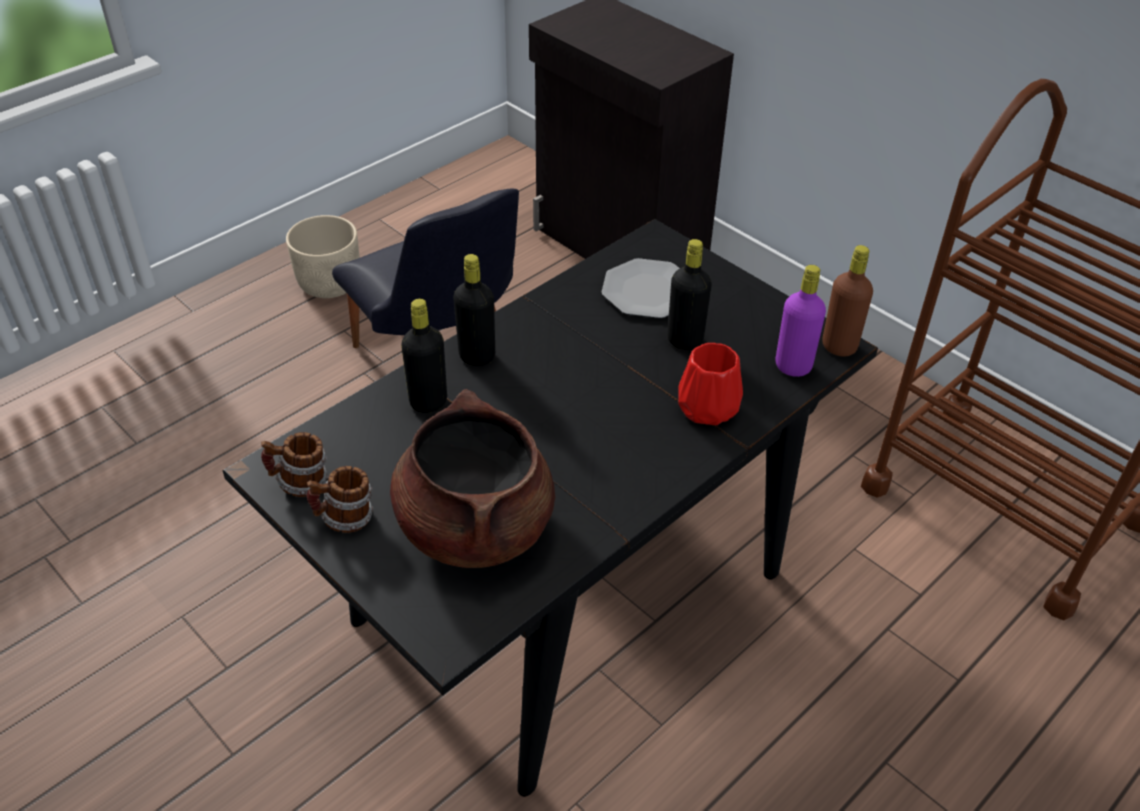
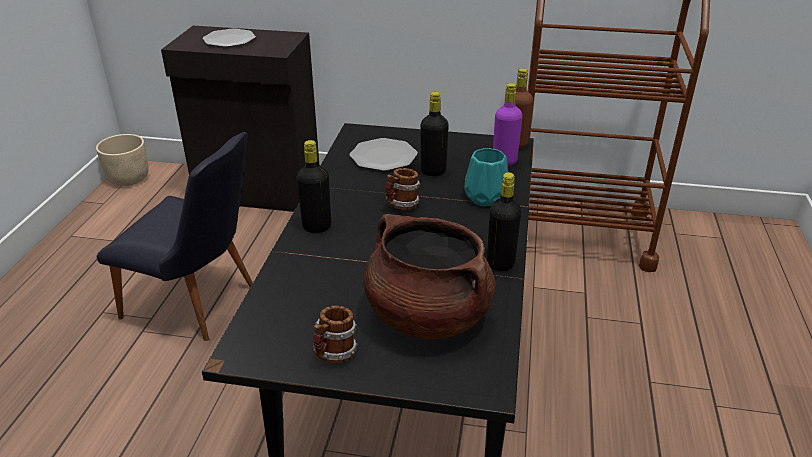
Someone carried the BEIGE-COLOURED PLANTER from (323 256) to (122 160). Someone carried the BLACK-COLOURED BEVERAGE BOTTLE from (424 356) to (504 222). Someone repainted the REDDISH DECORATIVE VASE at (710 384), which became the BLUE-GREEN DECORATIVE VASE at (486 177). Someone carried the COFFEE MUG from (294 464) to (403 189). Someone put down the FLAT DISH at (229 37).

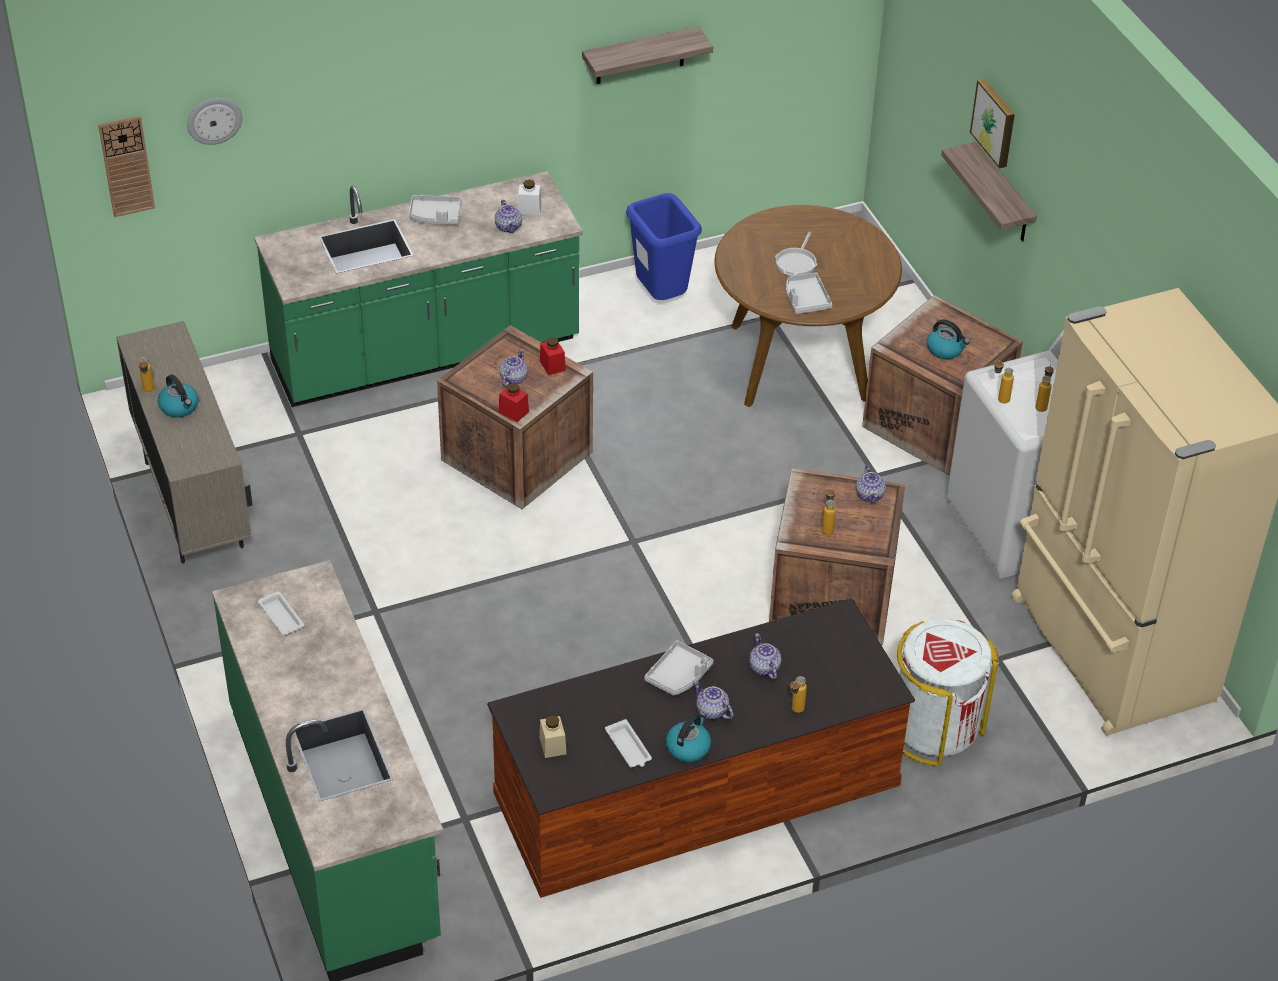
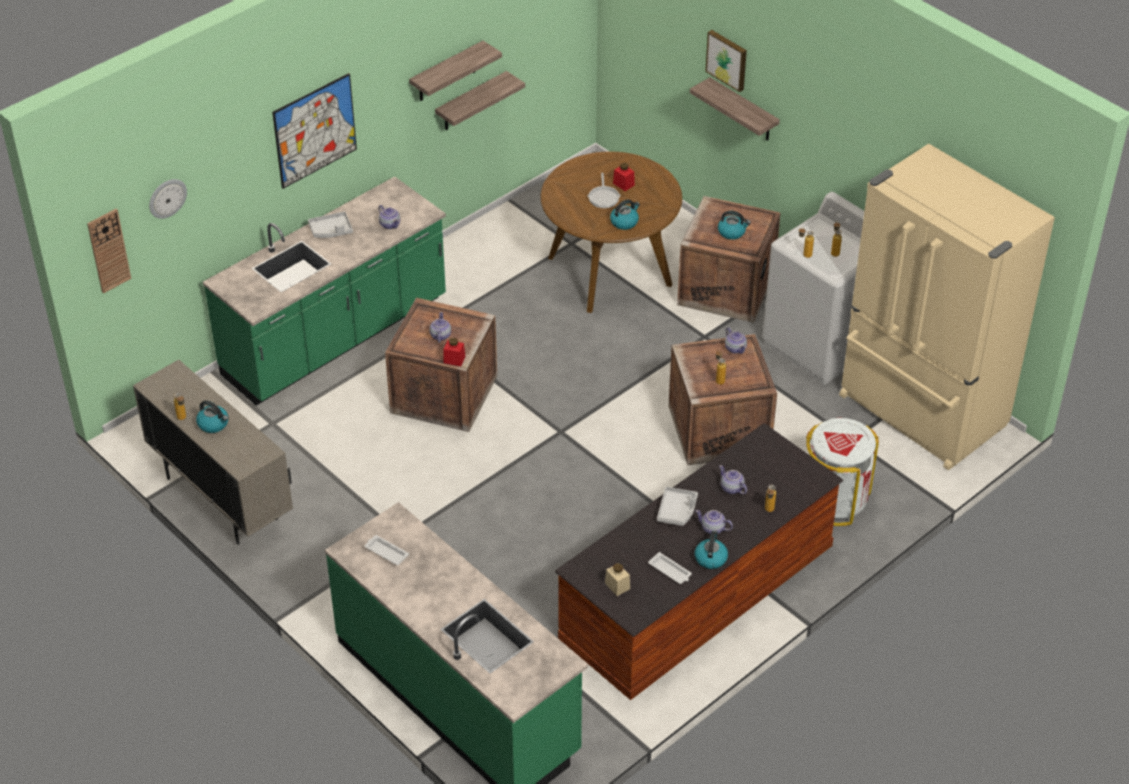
Someone took away the WHITE-COLOURED PRESERVE JAR at (529 197). Someone took away the BLUISH TRASH CAN at (664 246). Someone swapped the GREYISH TRAY at (809 293) for the KETTLE at (625 215). Someone carried the REDDISH PRESERVE JAR from (553 356) to (624 177). Someone put up the WALL SHELF at (480 100). Someone put up the WALL PICTURE at (314 131).

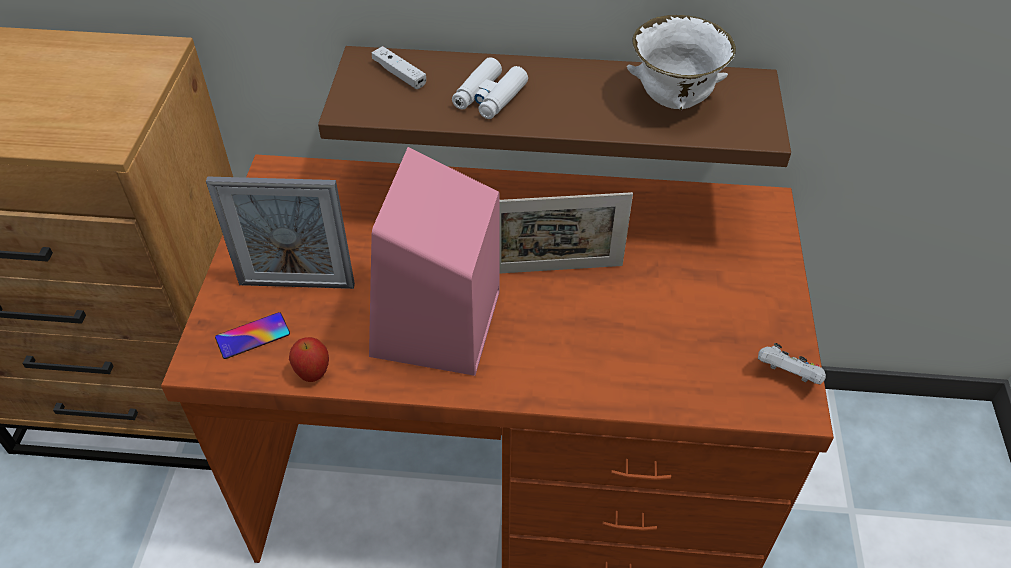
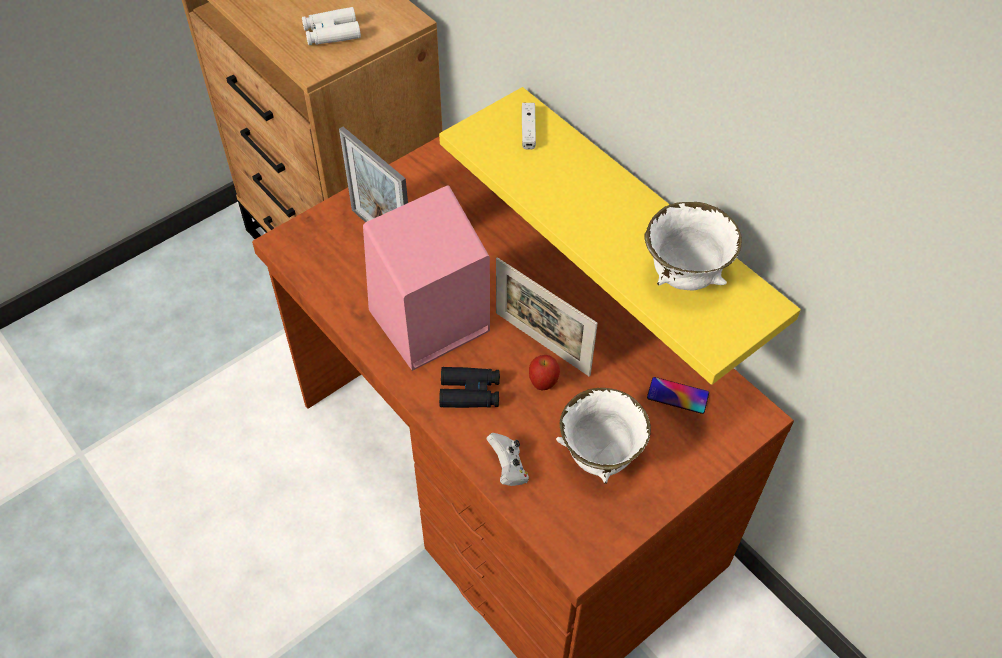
Someone repainted the BROWN WALL SHELF at (554 106), which became the YELLOW WALL SHELF at (620 236). Someone carried the WHITE-COLOURED BINOCULARS from (490 88) to (331 26). Someone carried the PHONE from (252 335) to (678 395). Someone carried the WHOLE APPLE from (309 359) to (544 372). Someone carried the WHITE-COLOURED GAME CONTROLLER from (792 364) to (507 459). Someone put down the BLACK-COLOURED BINOCULARS at (469 387). Someone put down the WHITE-COLOURED BOWL at (603 436).

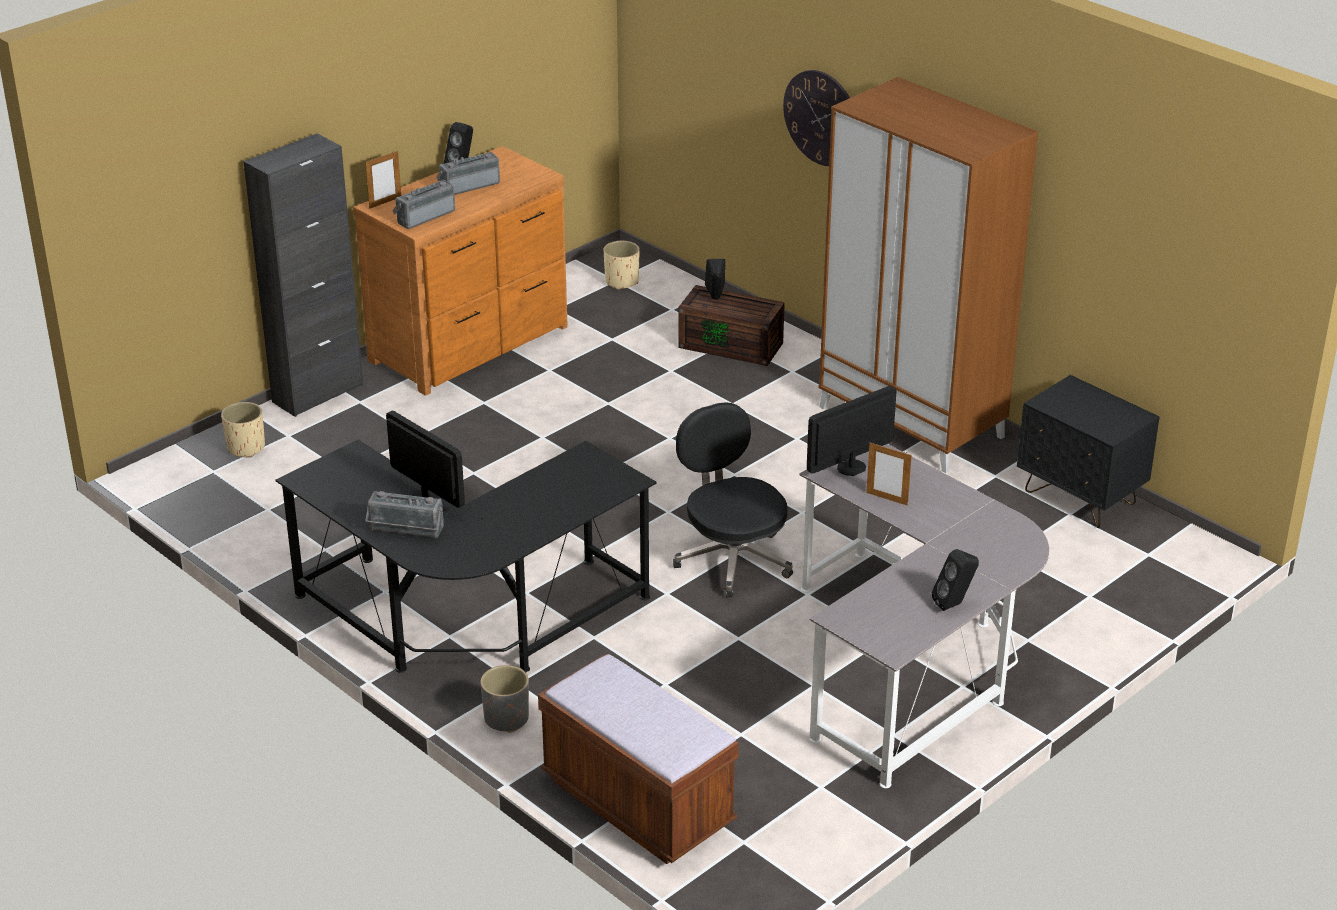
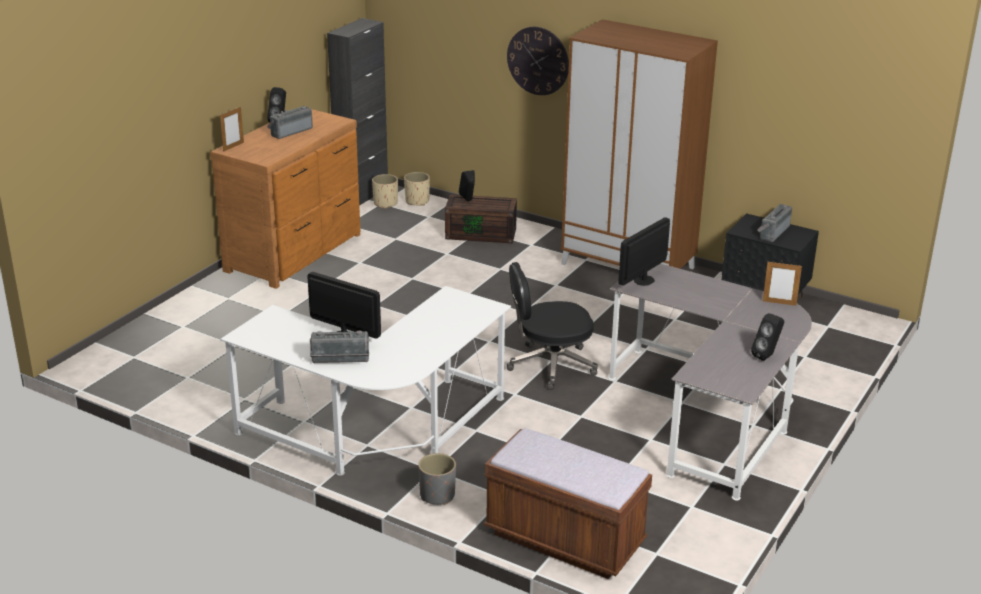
Someone carried the BLACK-COLOURED CABINET from (303 275) to (357 112). Someone carried the RADIO SET from (423 204) to (774 223). Someone carried the BEIGE-COLOURED PLANTER from (243 430) to (417 189). Someone rotated the BLACK-COLOURED DESK CHAIR at (733 500) by 60 degrees counterclockwise. Someone repainted the BLACK-COLOURED DESK at (466 556), which became the WHITE-COLOURED DESK at (365 381). Someone carried the PHOTO FRAME from (889 474) to (782 283).

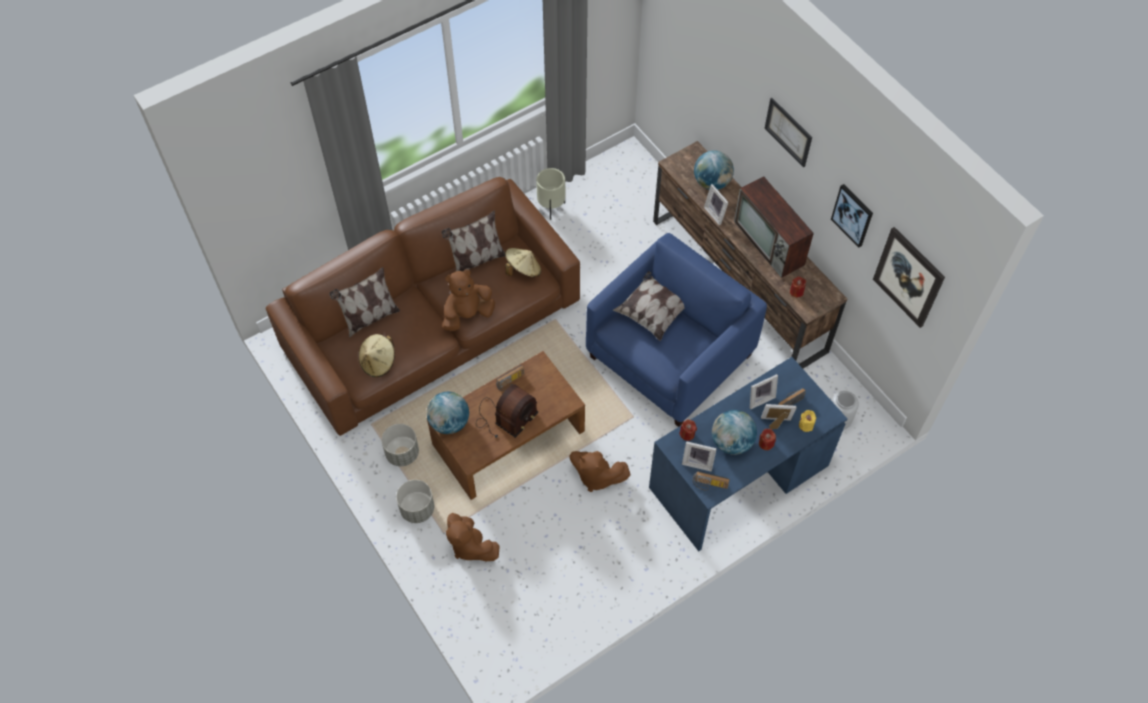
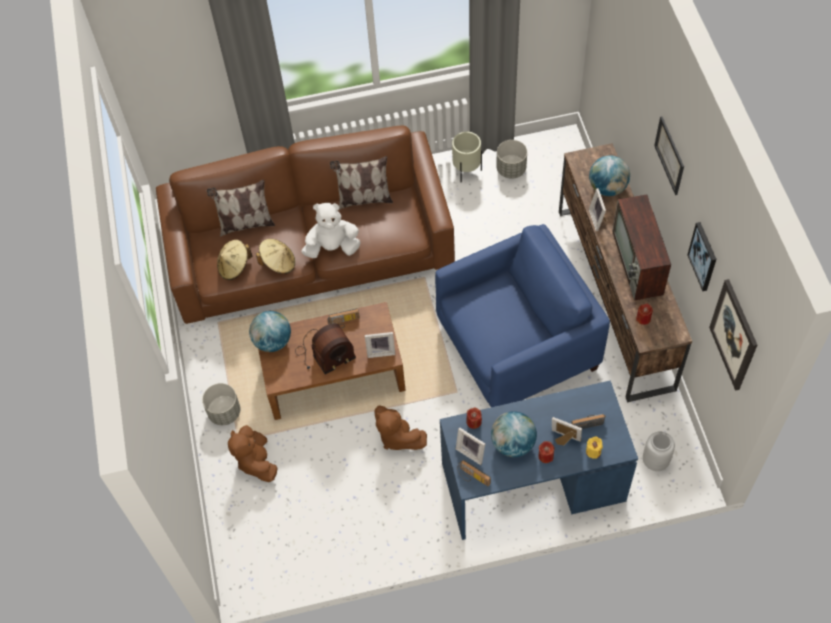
Someone carried the BEIGE-COLOURED WEARABLE HAT from (523 262) to (275 256). Someone repainted the BROWN PLUSH TOY at (468 300), which became the WHITE-COLOURED PLUSH TOY at (331 231). Someone took away the THROW PILLOW at (649 306). Someone carried the PHOTO FRAME from (764 391) to (380 345). Someone carried the GREYISH PLANTER from (400 445) to (511 159).

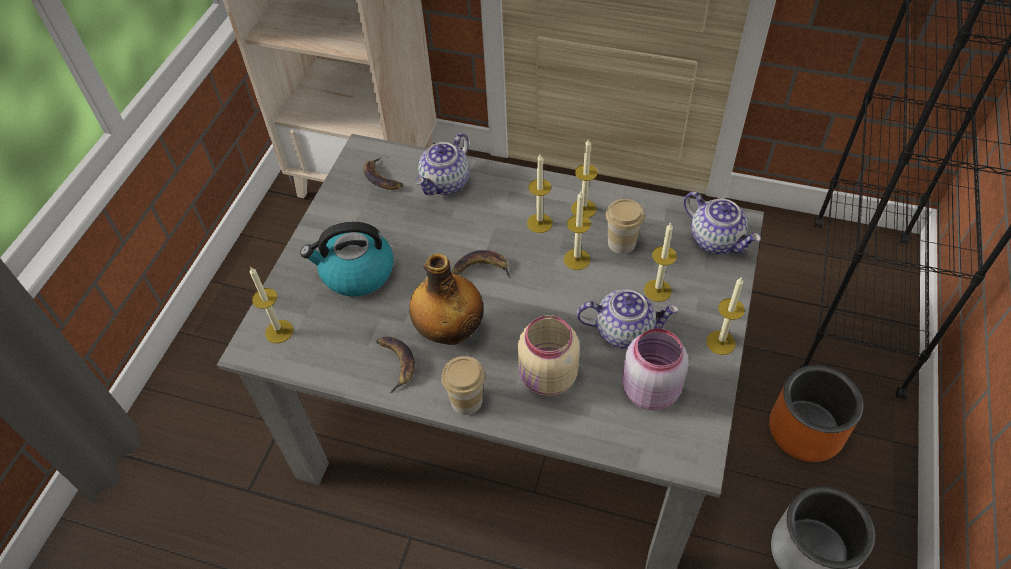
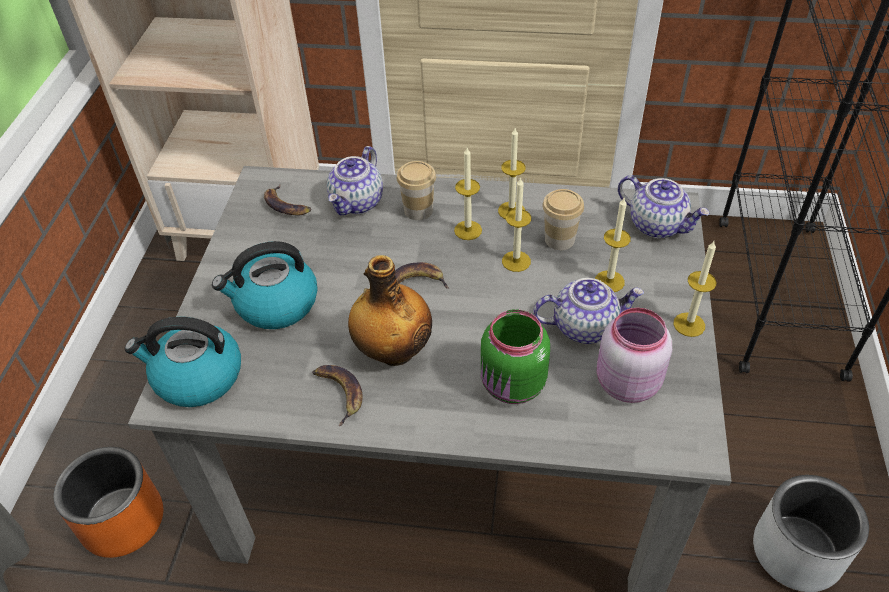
Someone swapped the WAX LIGHT at (271 305) for the KETTLE at (183 362). Someone repainted the BEIGE-COLOURED PRESERVE JAR at (549 355), which became the GREEN PRESERVE JAR at (515 356). Someone carried the CUP from (463 385) to (416 190). Someone carried the ORANGE PLANTER from (816 413) to (108 502).

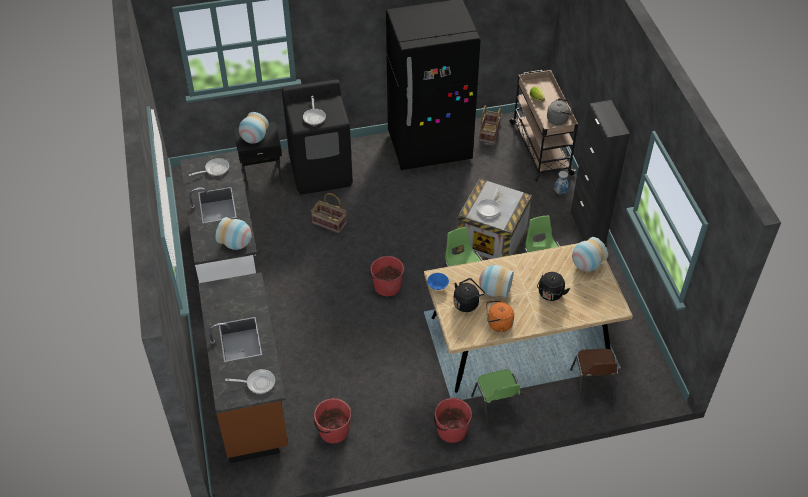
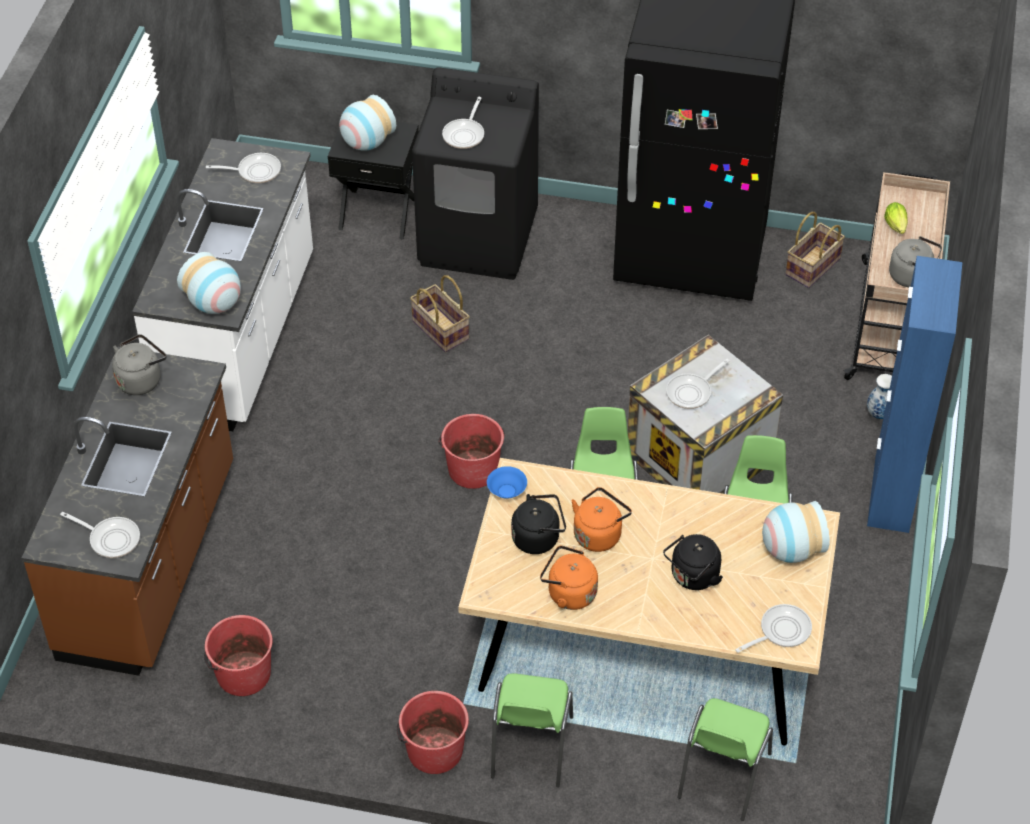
Someone repainted the BLACK-COLOURED CABINET at (600 171), which became the BLUISH CABINET at (915 394). Someone swapped the DECORATIVE VASE at (496 281) for the ORANGE KETTLE at (601 519). Someone repainted the BROWN CHAIR at (594 377), which became the GREEN CHAIR at (725 759). Someone put down the GREYISH KETTLE at (139 364). Someone put down the FRYING PAN at (773 628).

